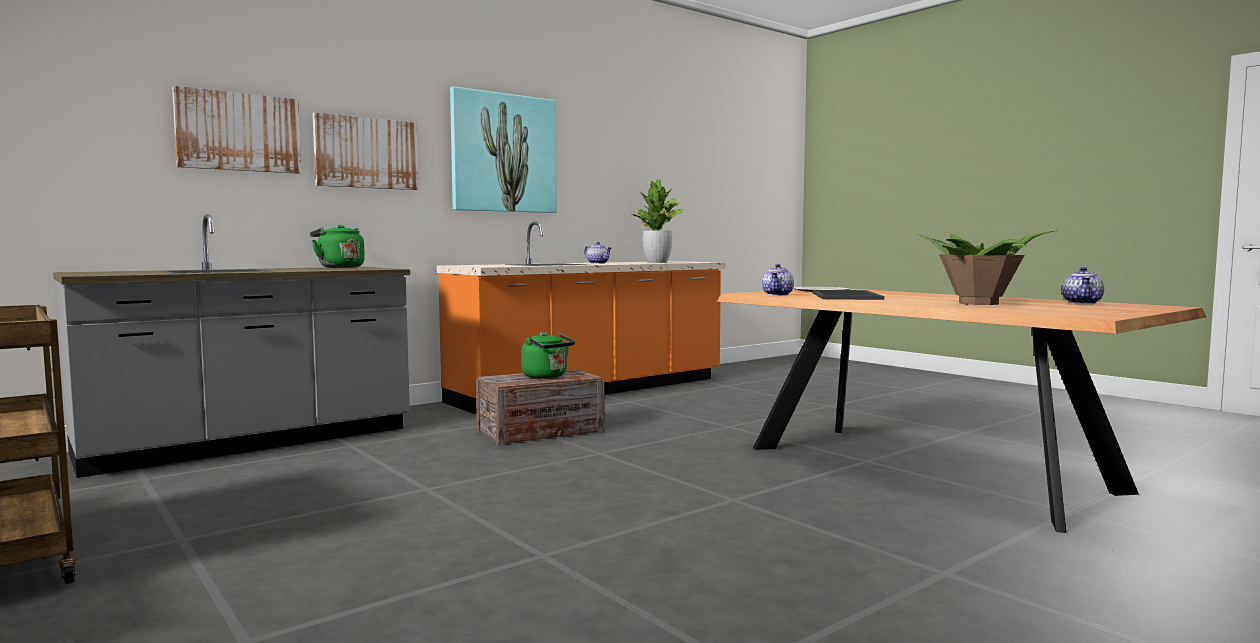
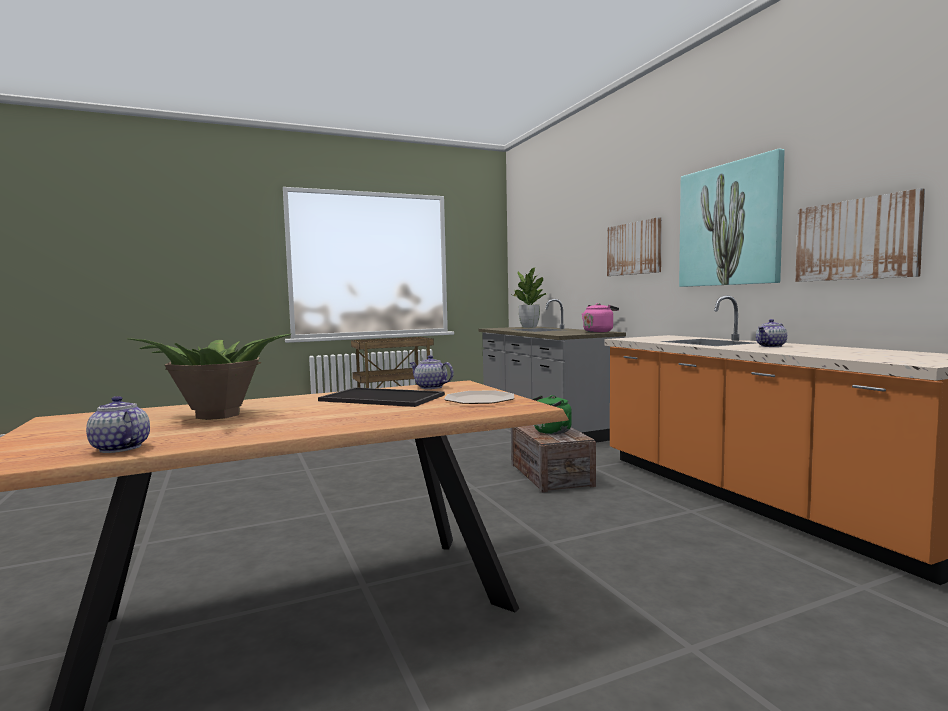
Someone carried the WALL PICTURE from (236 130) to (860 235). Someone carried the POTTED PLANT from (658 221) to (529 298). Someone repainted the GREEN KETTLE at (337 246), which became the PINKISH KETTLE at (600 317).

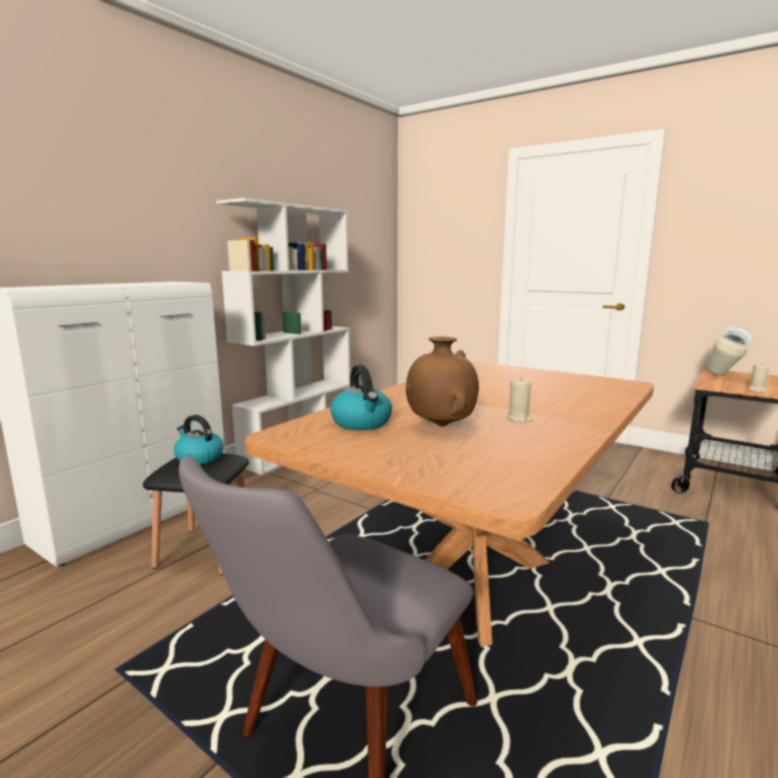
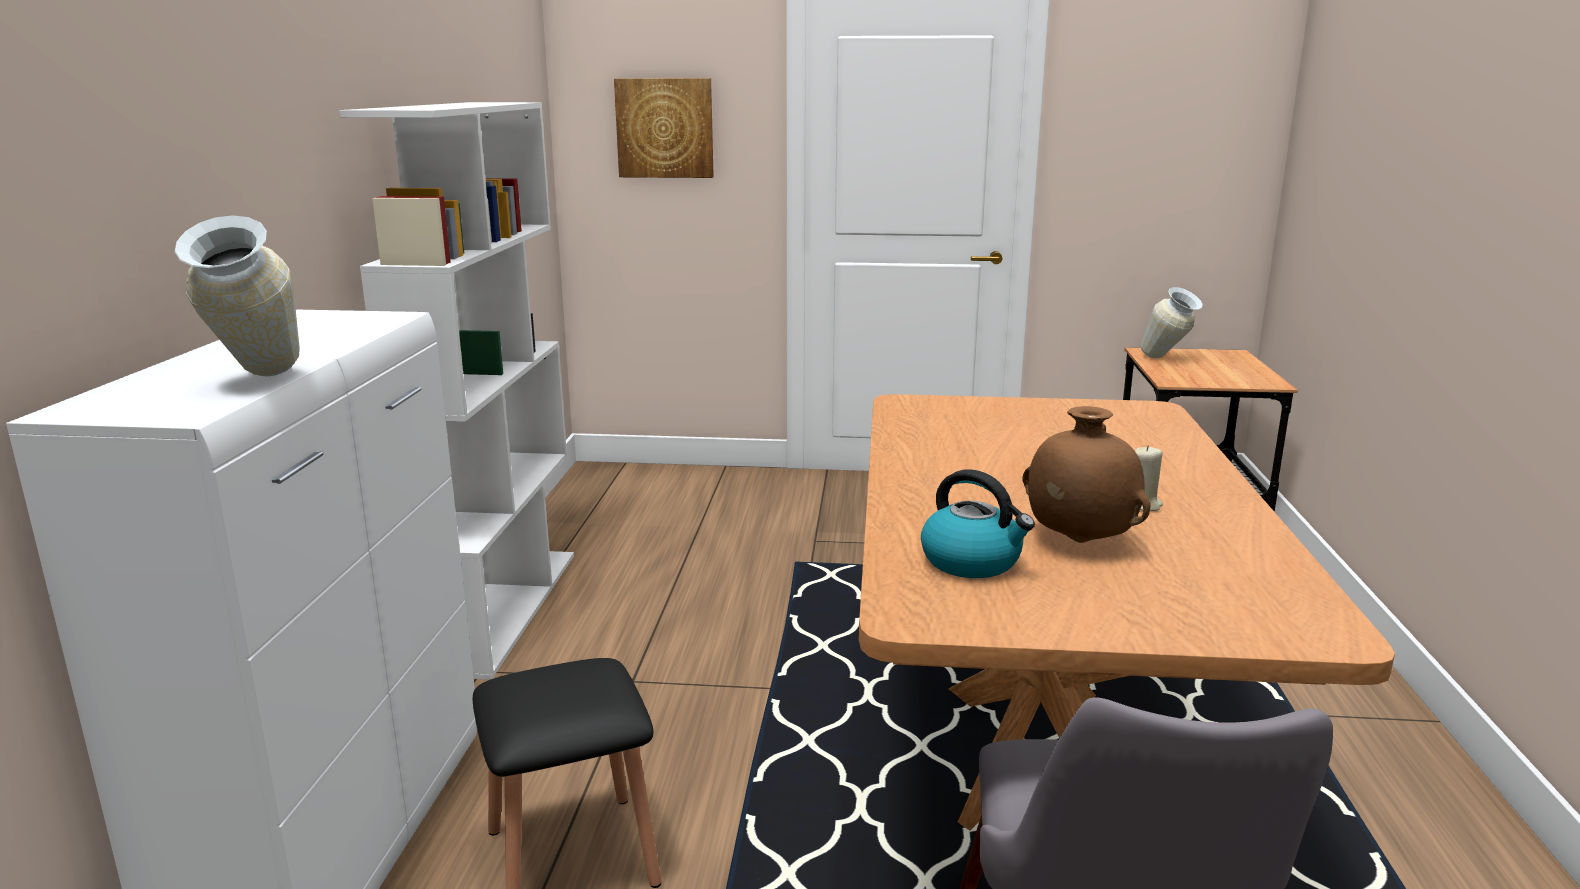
Someone took away the BEIGE-COLOURED WAX LIGHT at (758 378). Someone took away the KETTLE at (199 440). Someone put up the WALL PICTURE at (664 128). Someone put down the DECORATIVE VASE at (237 296).

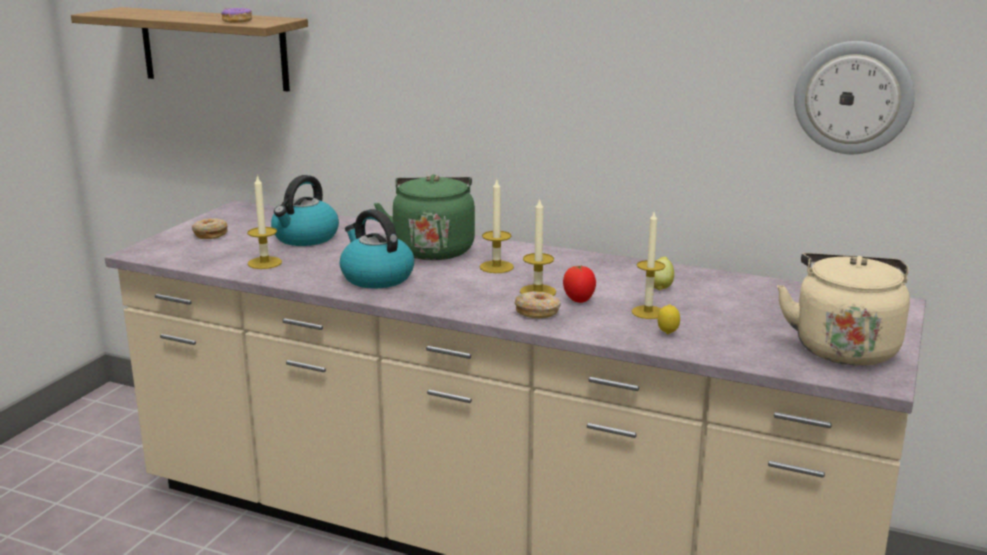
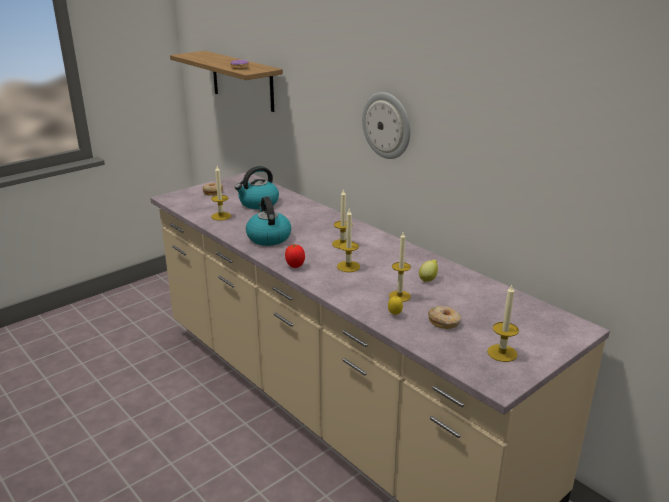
Someone carried the WALL CLOCK from (854 97) to (386 125). Someone took away the GREEN KETTLE at (424 217). Someone swapped the BEIGE-COLOURED KETTLE at (843 309) for the WAX LIGHT at (503 323). Someone carried the TOMATO from (579 284) to (295 256). Someone carried the DONUT from (538 304) to (444 317).

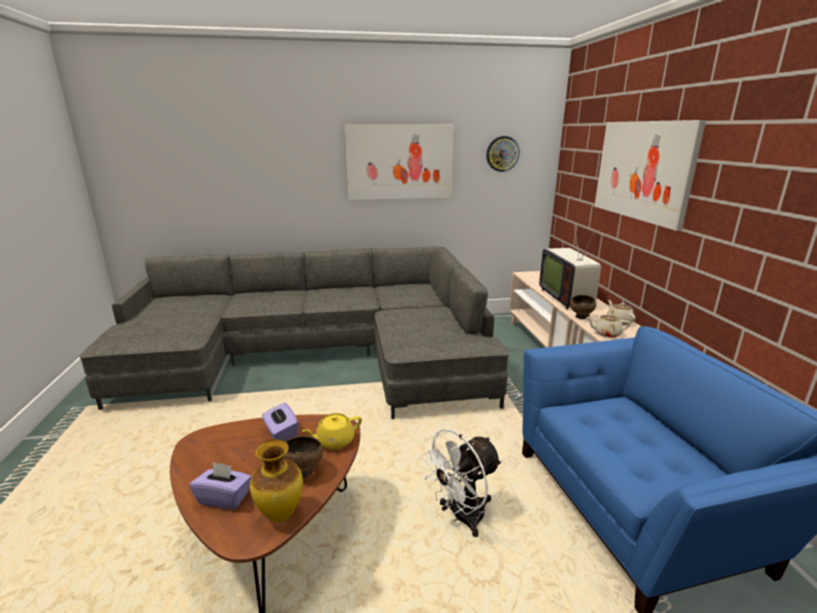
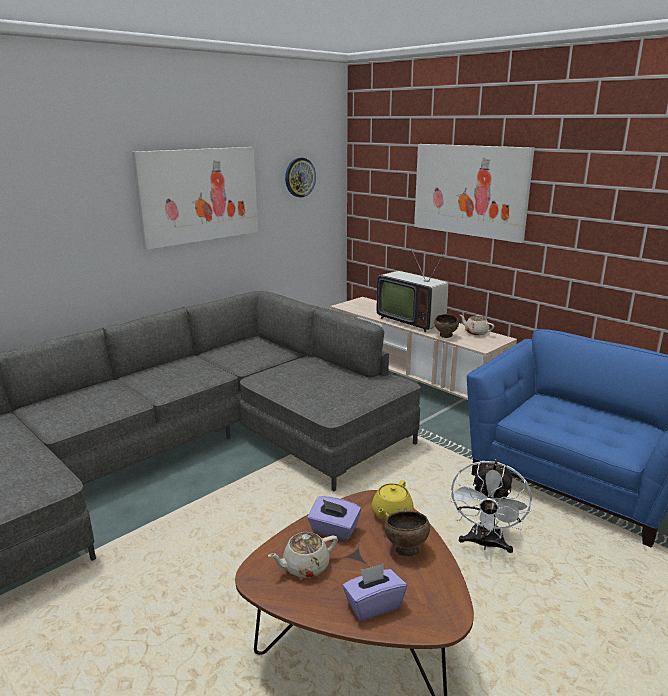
Someone carried the BEIGE-COLOURED TEA POT from (608 325) to (303 555). Someone took away the DECORATIVE VASE at (276 481).

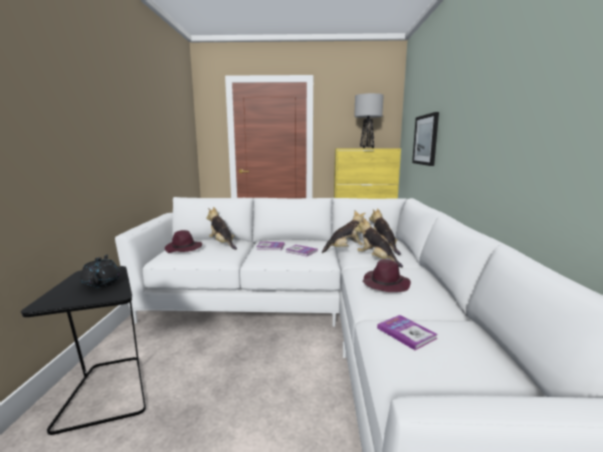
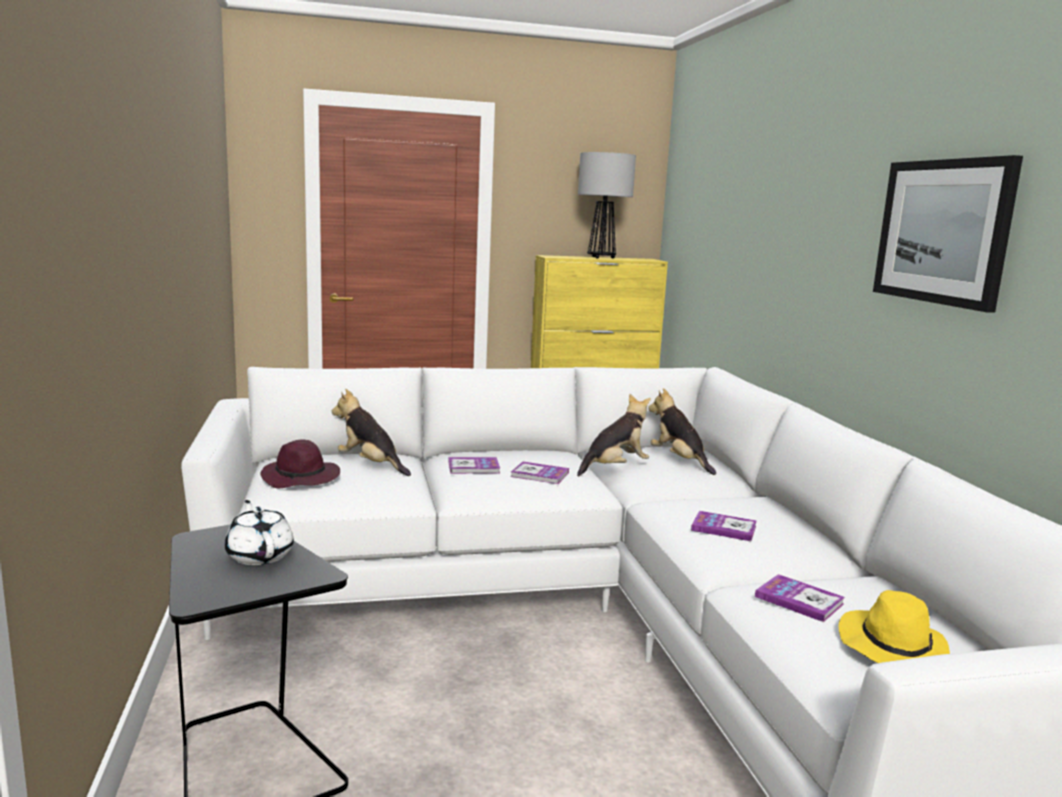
Someone carried the WALL PICTURE from (425 139) to (948 234). Someone took away the PLUSH TOY at (379 242). Someone repainted the BLACK-COLOURED TEA POT at (100 271), which became the WHITE-COLOURED TEA POT at (259 532). Someone swapped the PURPLISH WEARABLE HAT at (386 275) for the BOUND BOOK at (724 526). Someone put down the YELLOW WEARABLE HAT at (894 626).

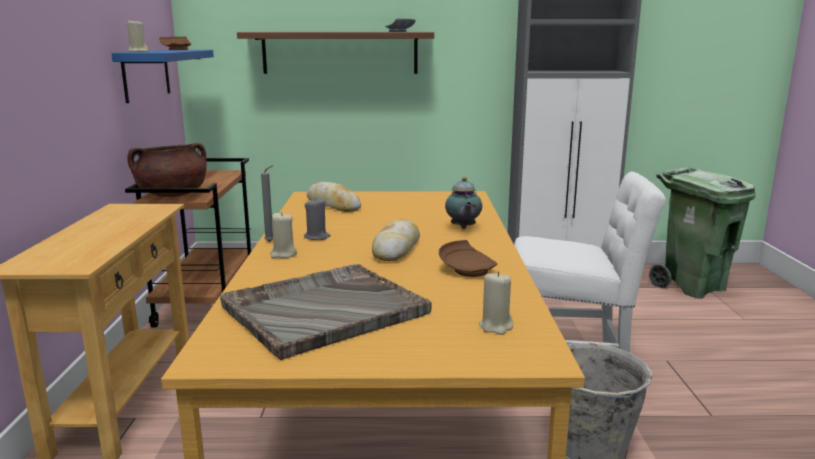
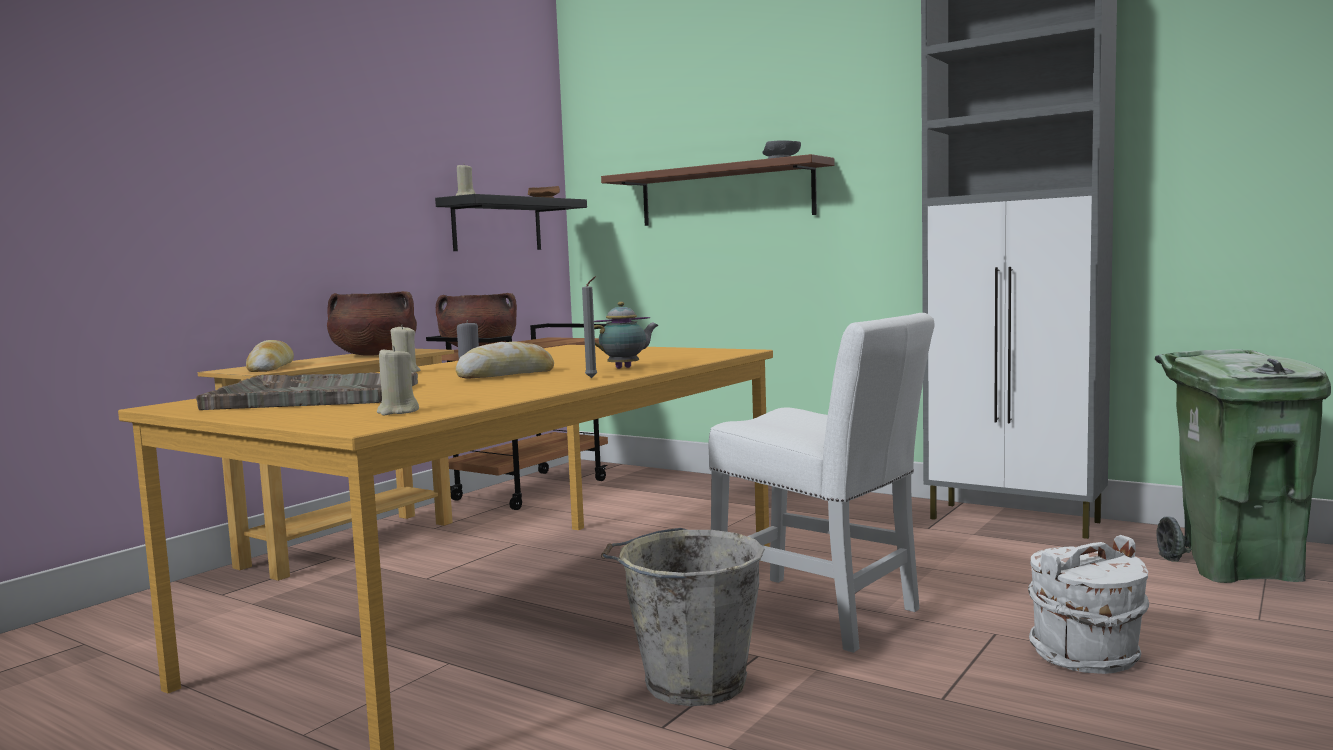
Someone repainted the BLUISH WALL SHELF at (162 76), which became the BLACK-COLOURED WALL SHELF at (511 222). Someone carried the GREYISH WAX LIGHT from (267 203) to (589 327). Someone rotated the TEA POT at (463 203) by 150 degrees counterclockwise. Someone carried the BAKED BREAD from (334 197) to (270 356). Someone took away the BROWN FLAT DISH at (468 258). Someone put down the BROWN STOCKPOT at (372 323). Someone put down the WHITE-COLOURED WATER BUCKET at (1088 604).

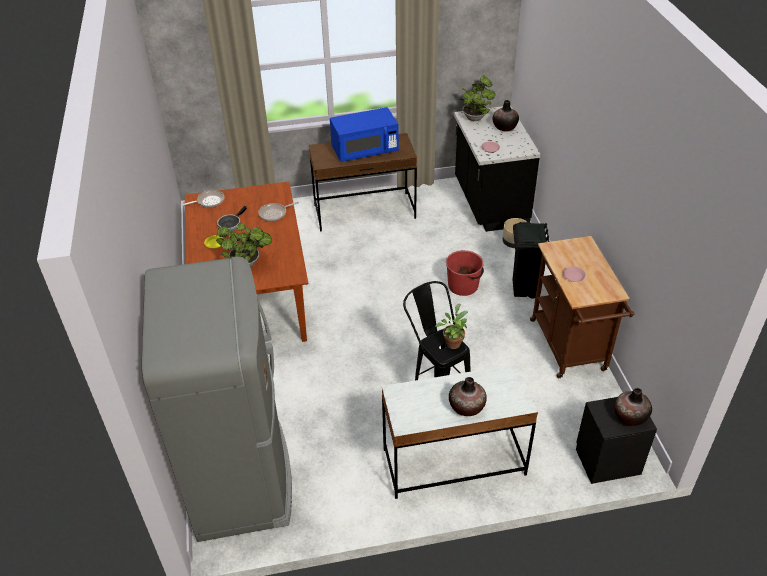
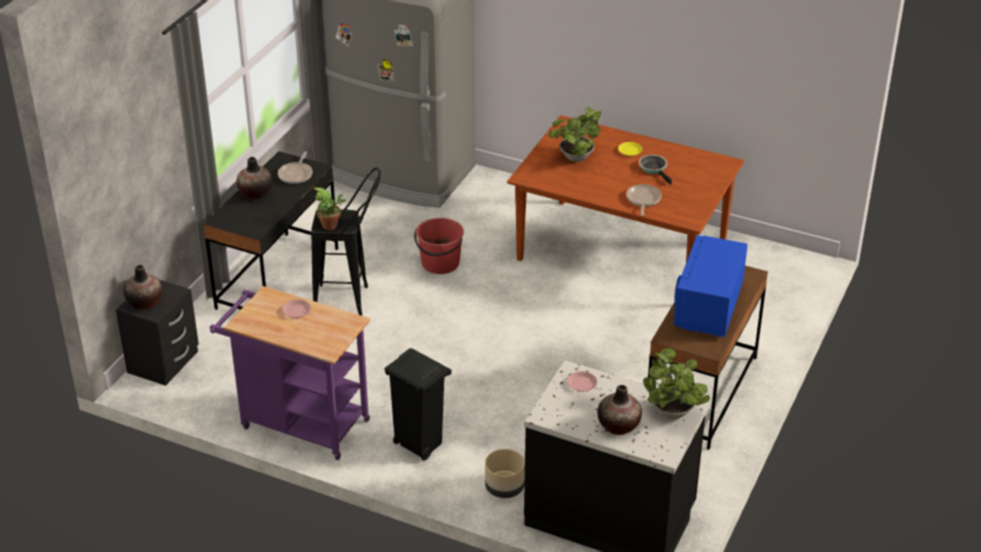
Someone carried the FRYING PAN from (203 199) to (295 168). Someone repainted the BROWN CART at (582 307), which became the PURPLISH CART at (290 373). Someone carried the REDDISH WATER BUCKET from (465 273) to (439 246). Someone repainted the WHITE-COLOURED DESK at (460 431), which became the BLACK-COLOURED DESK at (270 230).

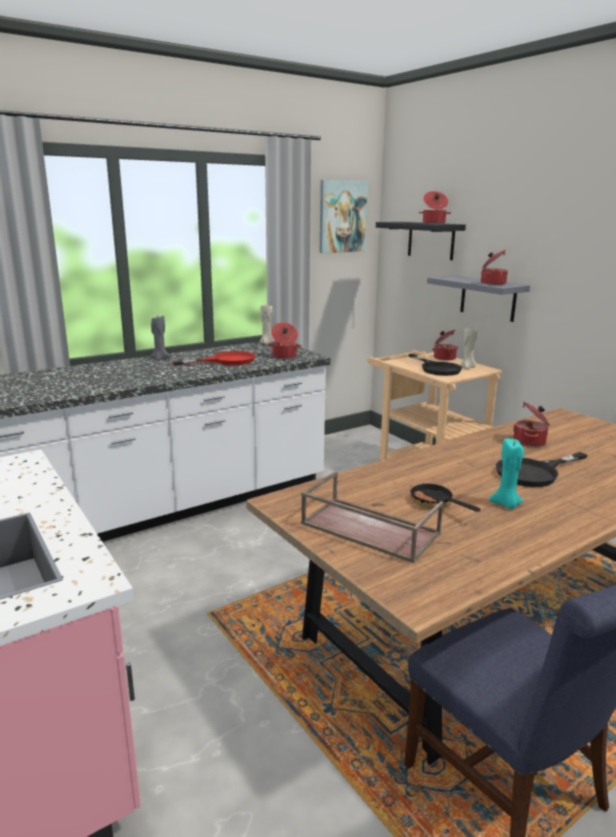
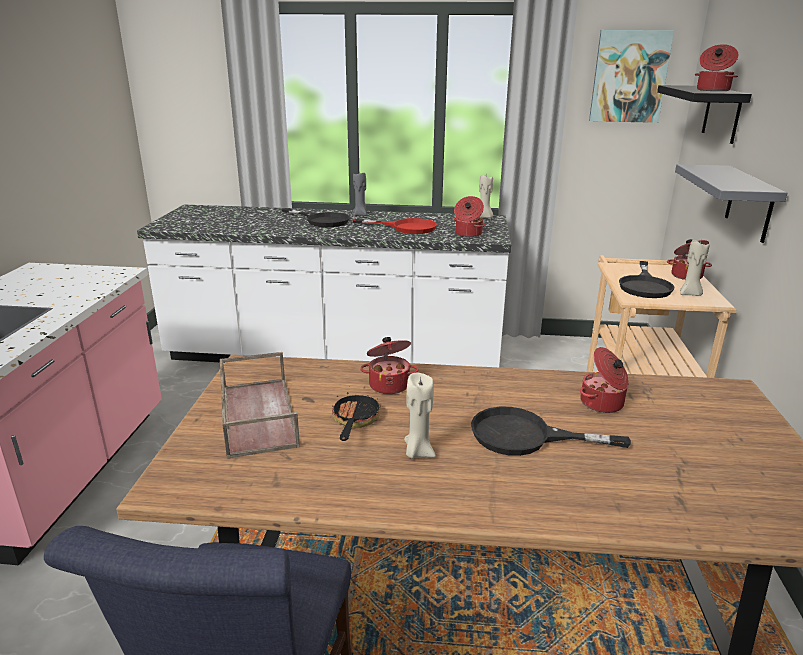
Someone carried the STOCKPOT from (494 267) to (389 365). Someone repainted the BLUE-GREEN WAX LIGHT at (506 474), which became the BEIGE-COLOURED WAX LIGHT at (420 416). Someone put down the BLACK-COLOURED FRYING PAN at (316 217).

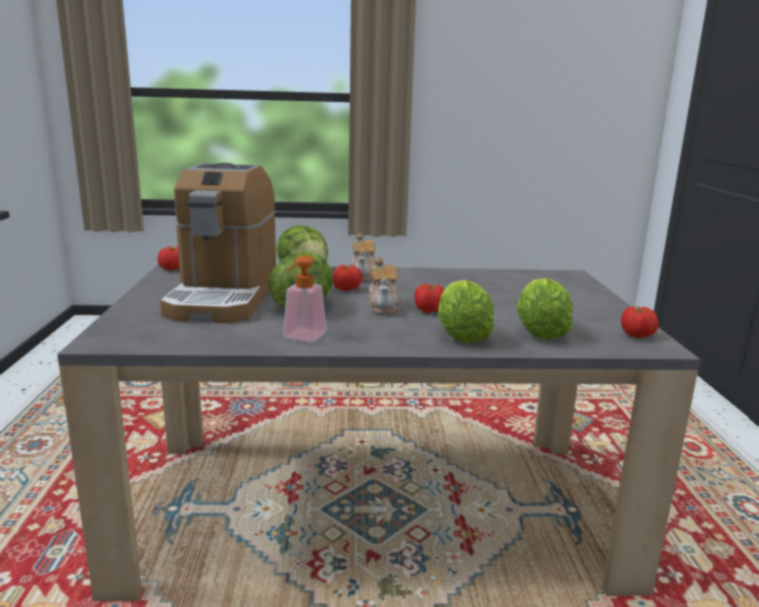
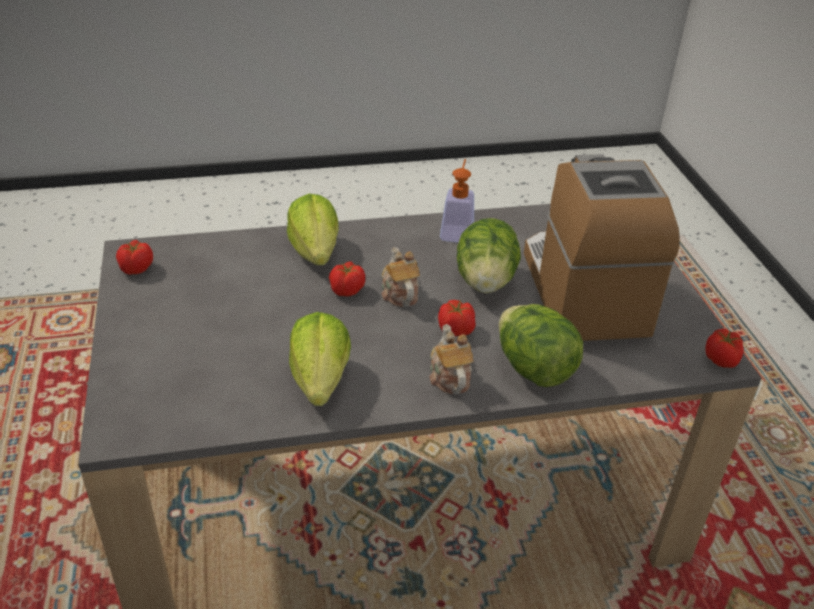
Someone carried the LETTUCE HEAD from (545 308) to (320 359).

